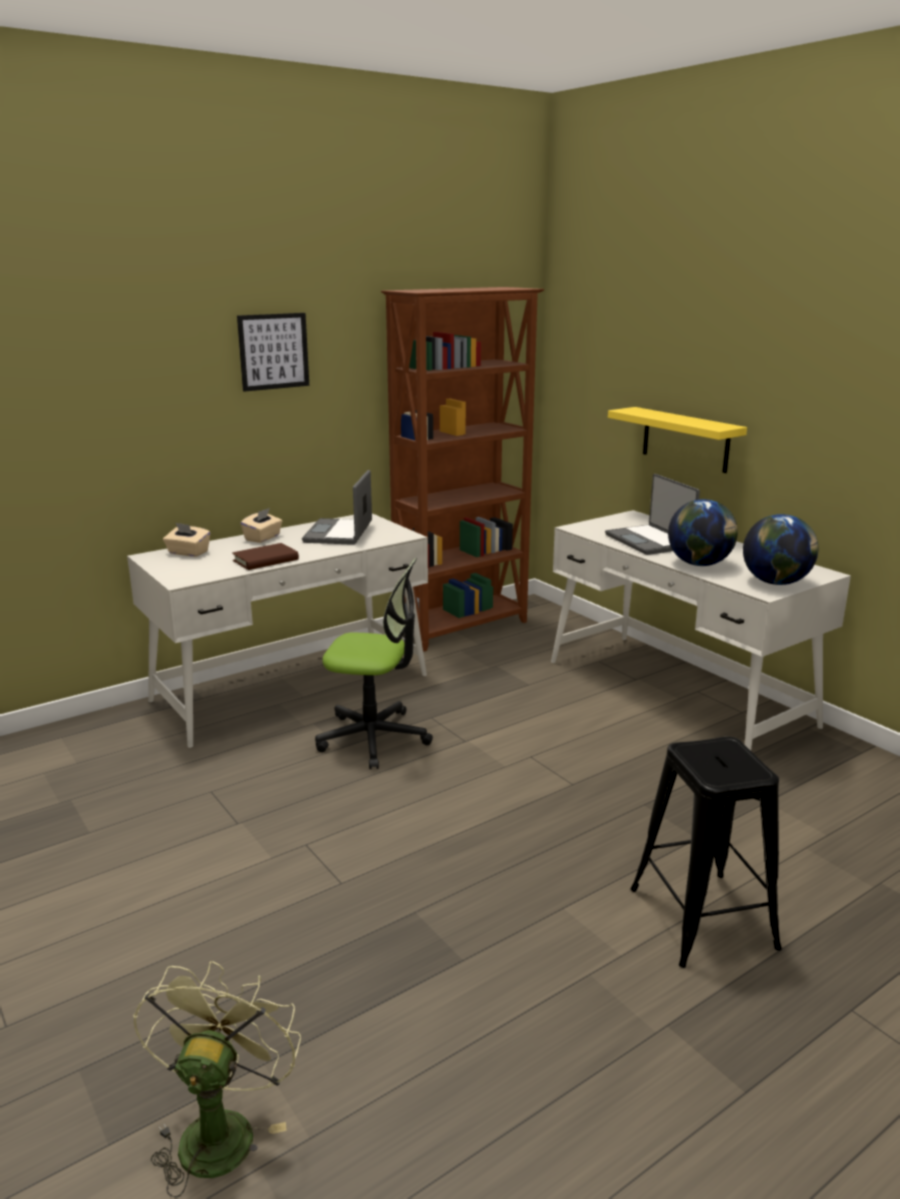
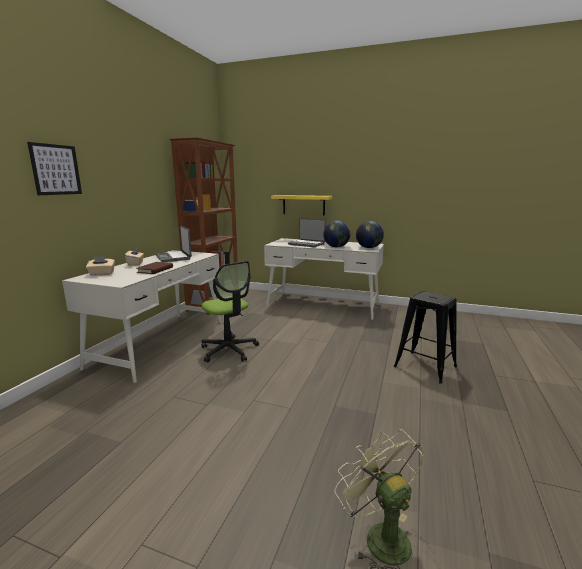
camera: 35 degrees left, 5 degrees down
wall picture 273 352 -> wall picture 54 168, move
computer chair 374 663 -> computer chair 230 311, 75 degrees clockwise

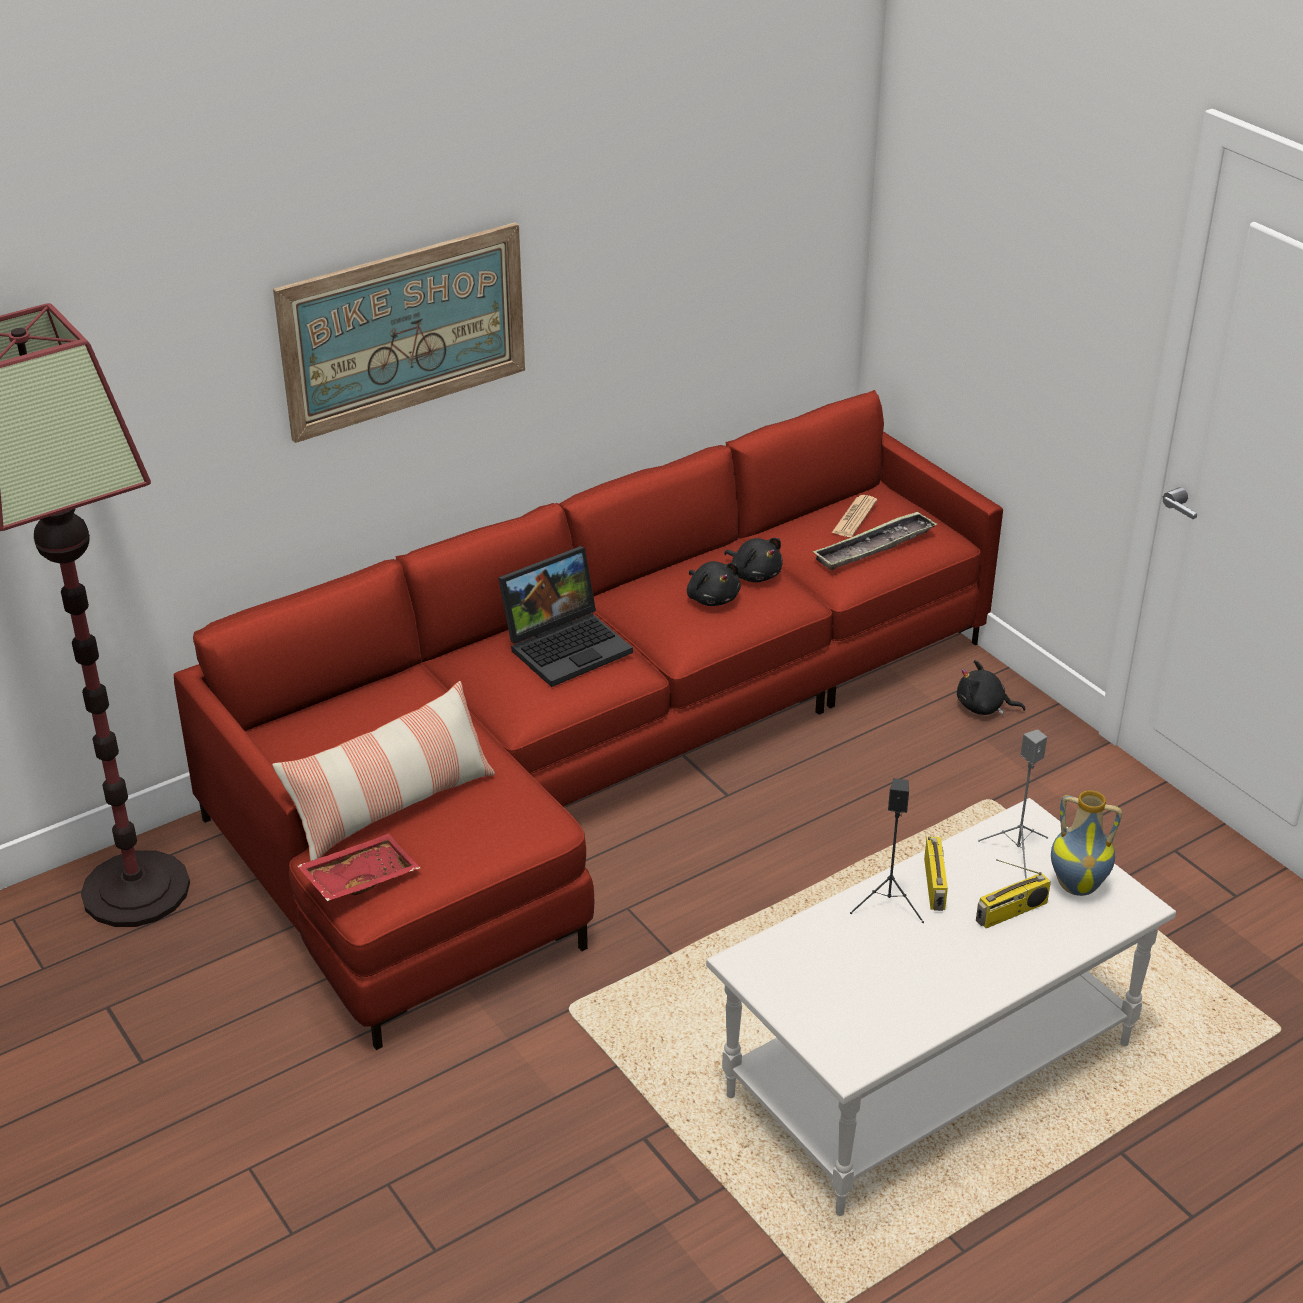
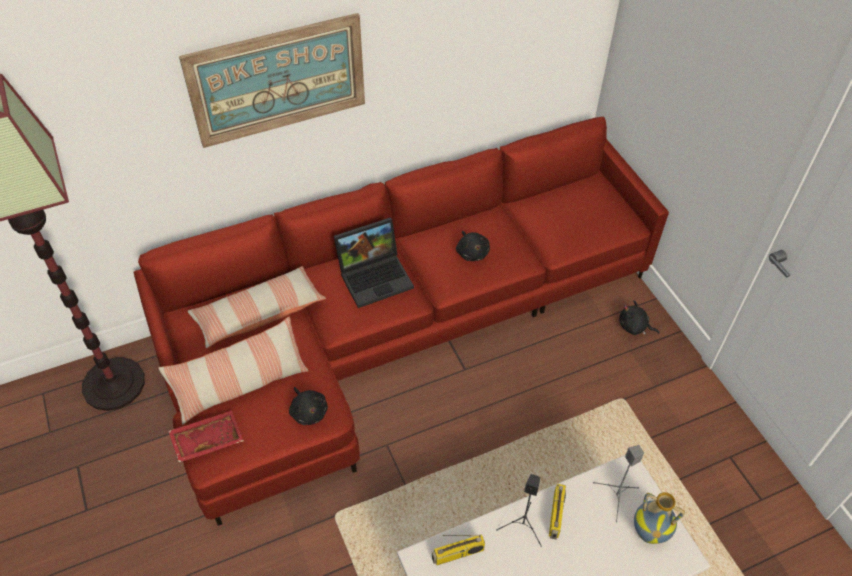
camera: 10 degrees right, 15 degrees up
none -> pillow 256 307
blackish plush toy 753 560 -> blackish plush toy 308 406, move
radio 1013 893 -> radio 458 549, move
serving tray 875 540 -> none
newspaper 854 516 -> none

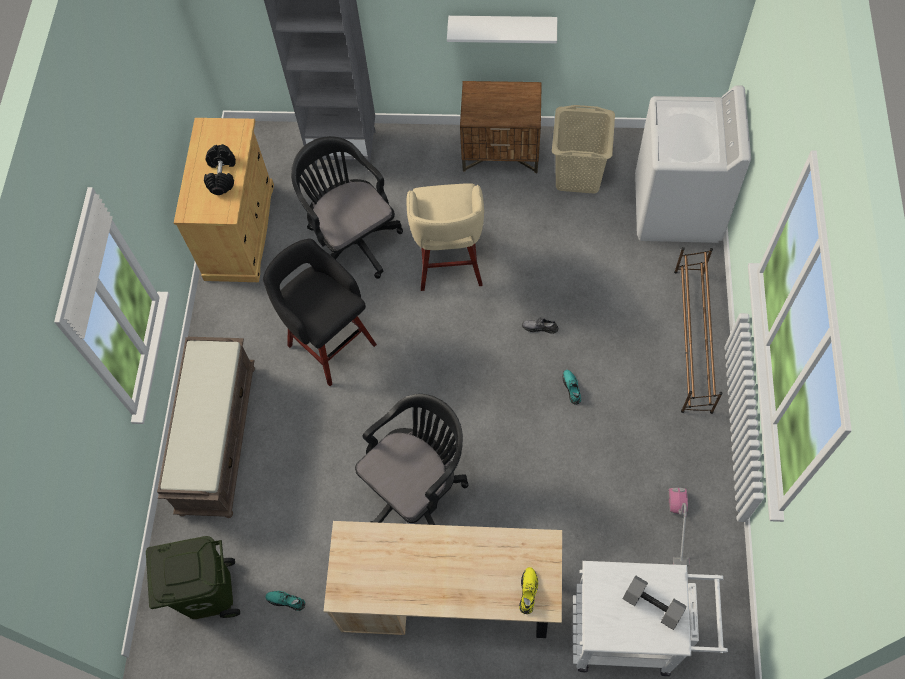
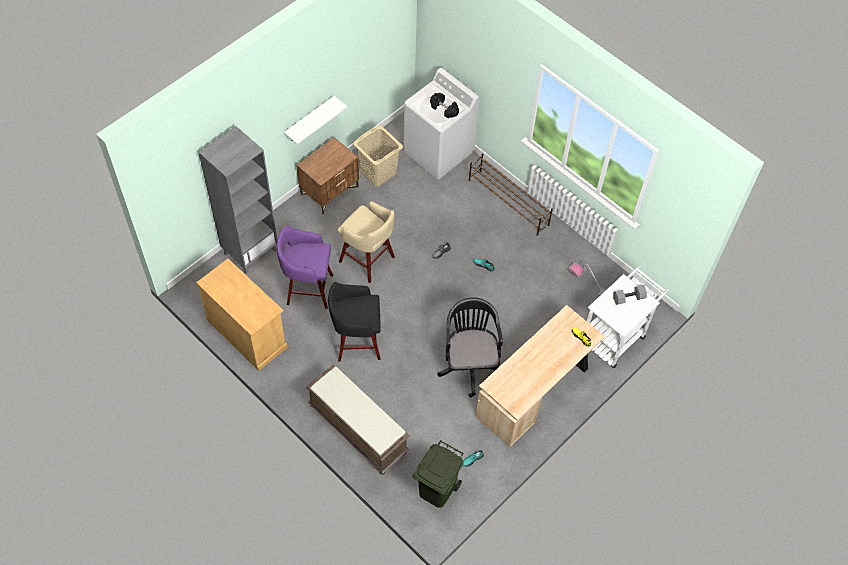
camera: 55 degrees left, 5 degrees down
blackish computer chair 347 207 -> purple-coloured sitting stool 305 267
blackish hand weight 220 169 -> blackish hand weight 444 105, move

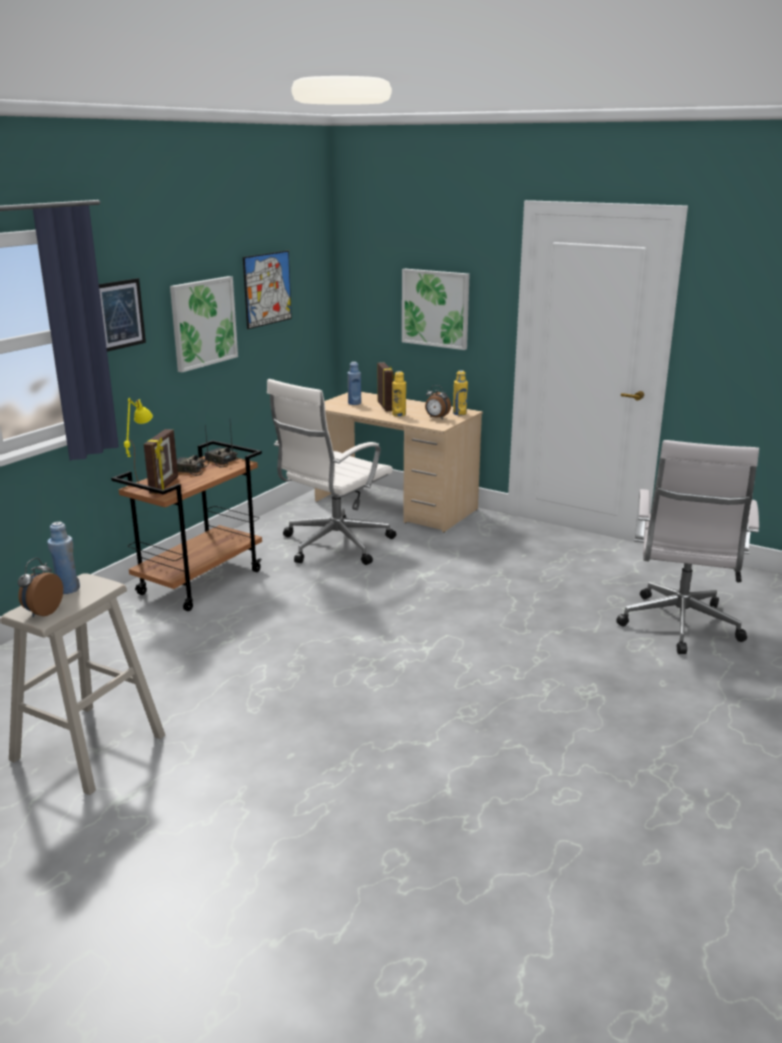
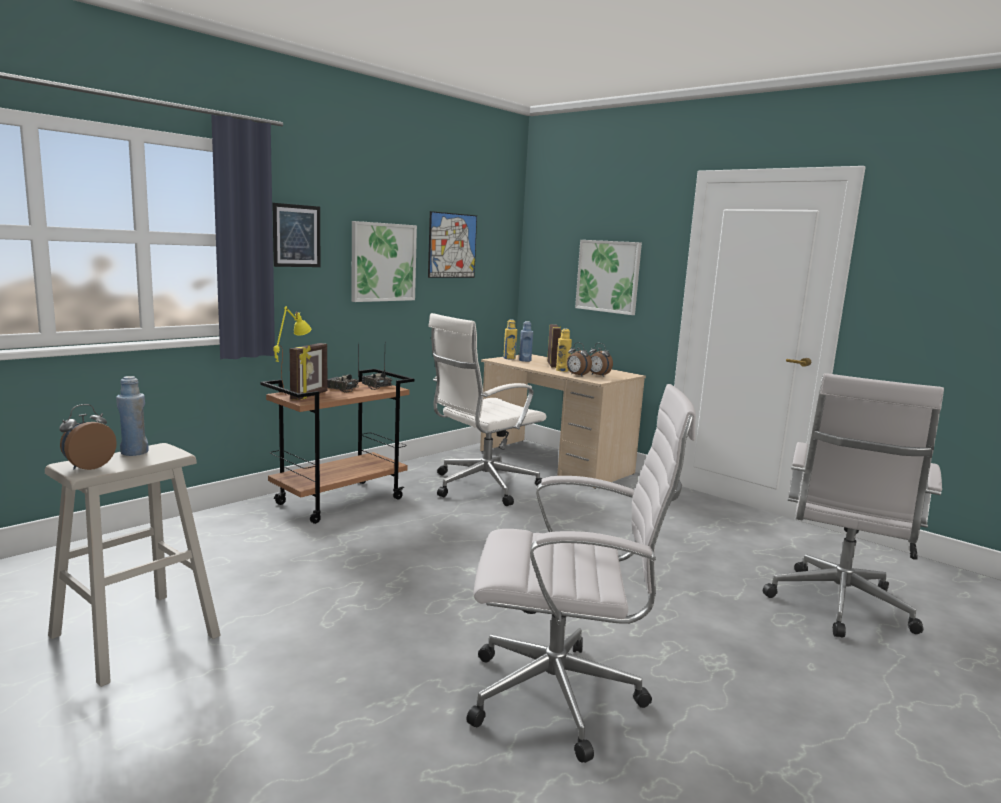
camera: 10 degrees right, 10 degrees down
none -> white computer chair 581 573
yellow-coloured bottle 460 393 -> yellow-coloured bottle 510 340, move
none -> table clock 579 359

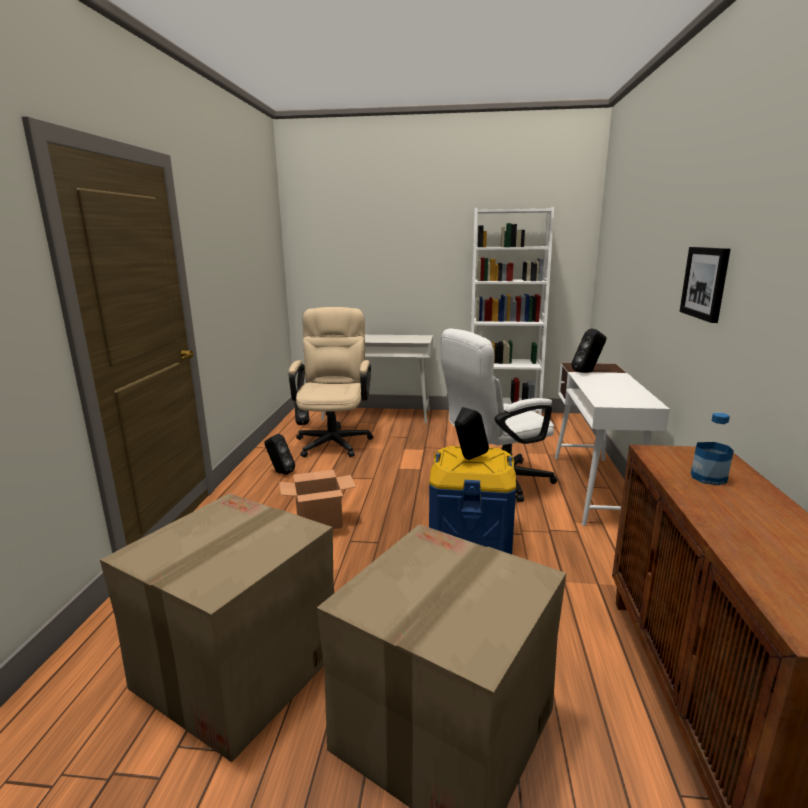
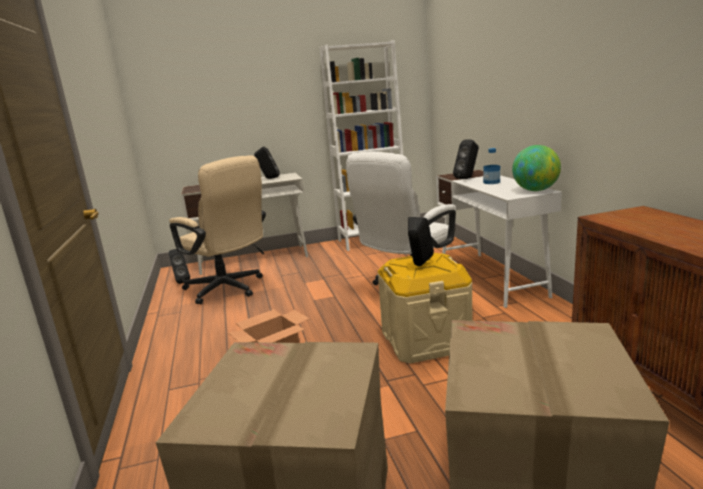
camera: 20 degrees left, 0 degrees up
beige computer chair 331 382 -> beige computer chair 217 229, 150 degrees clockwise
blackish loudspeaker 279 454 -> blackish loudspeaker 267 163, move
bluish storage box 472 500 -> beige storage box 425 308
bottle 712 449 -> bottle 491 166, move
none -> desk globe 536 168
wall picture 704 285 -> none

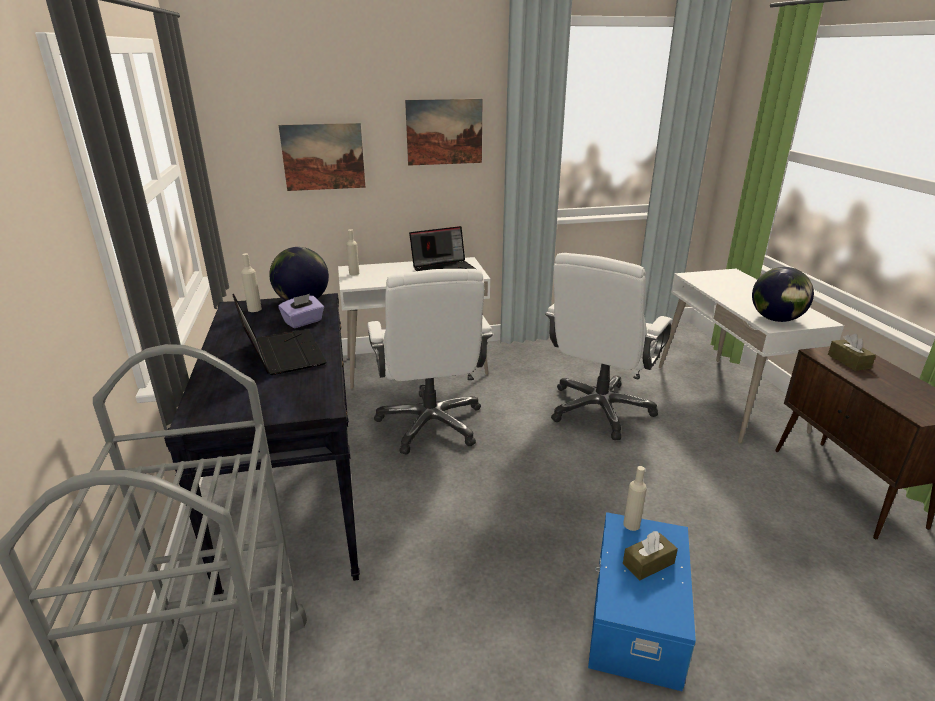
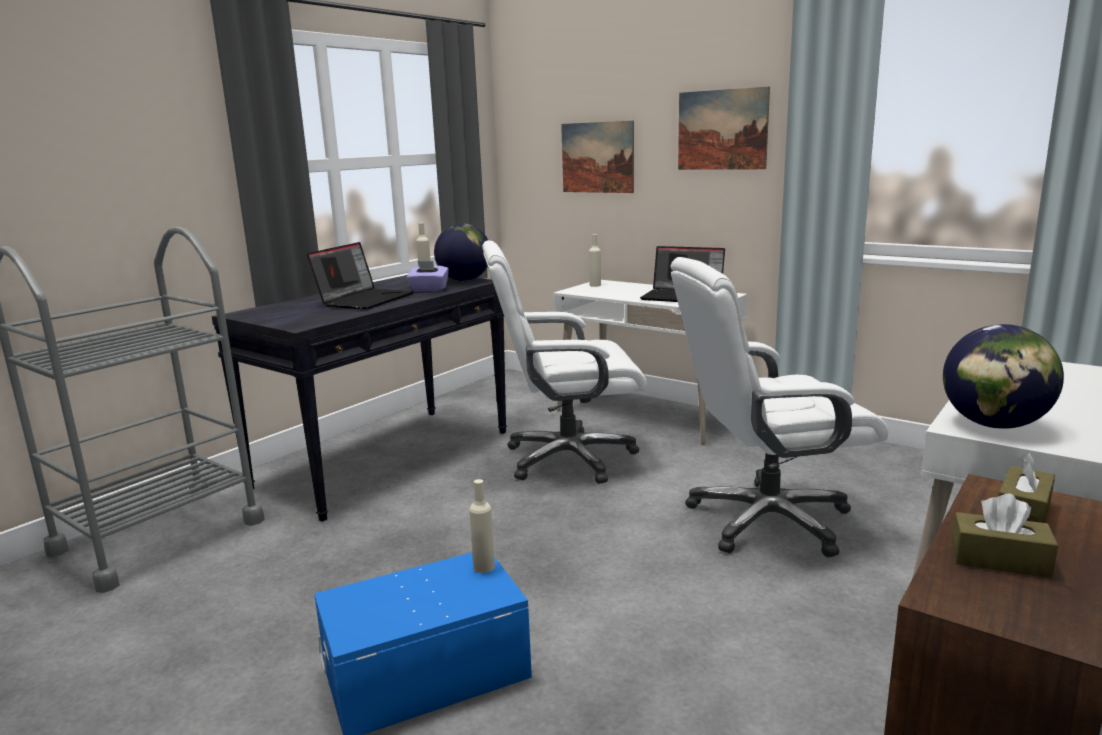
camera: 50 degrees right, 10 degrees down
white computer chair 430 362 -> white computer chair 564 362, 45 degrees clockwise
brown-coloured box of tissues 650 555 -> brown-coloured box of tissues 1005 536, move

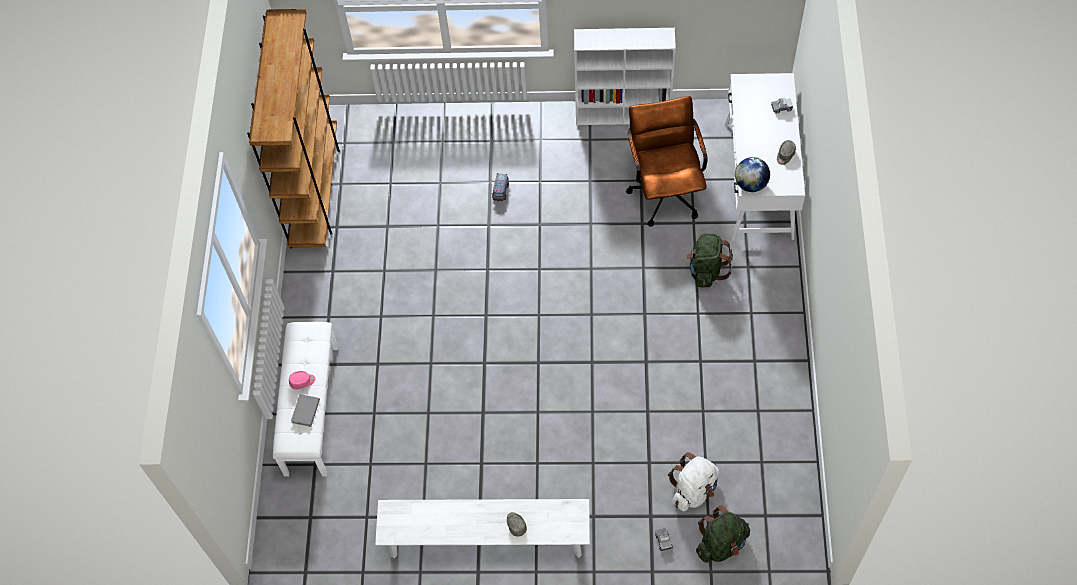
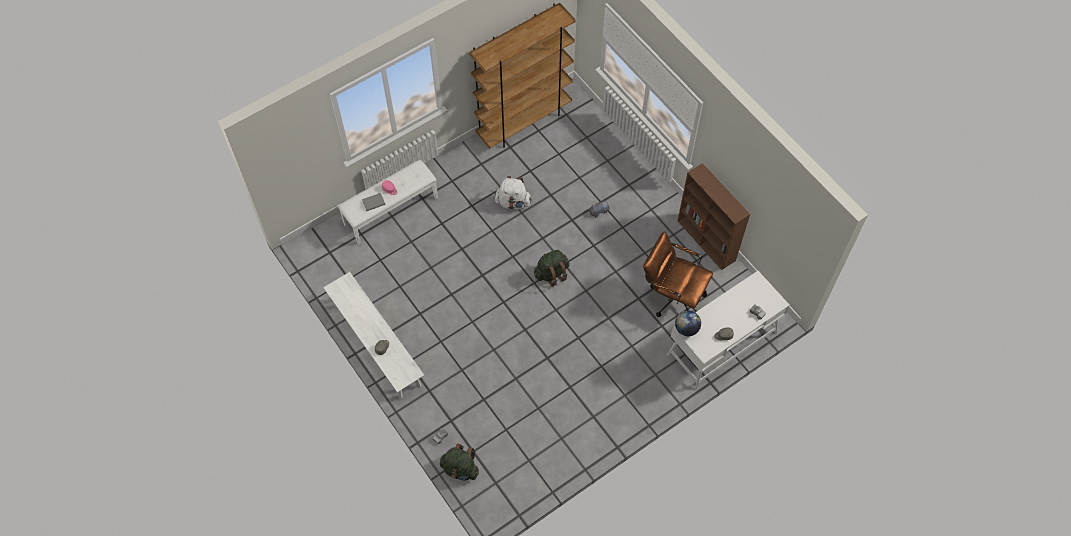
camera: 50 degrees right, 0 degrees up
white knapsack 693 481 -> white knapsack 513 192, move
greenish knapsack 709 260 -> greenish knapsack 551 268, move
brown-coloured computer chair 667 161 -> brown-coloured computer chair 678 274, 105 degrees counterclockwise
white shelving unit 625 76 -> brown-coloured shelving unit 714 216

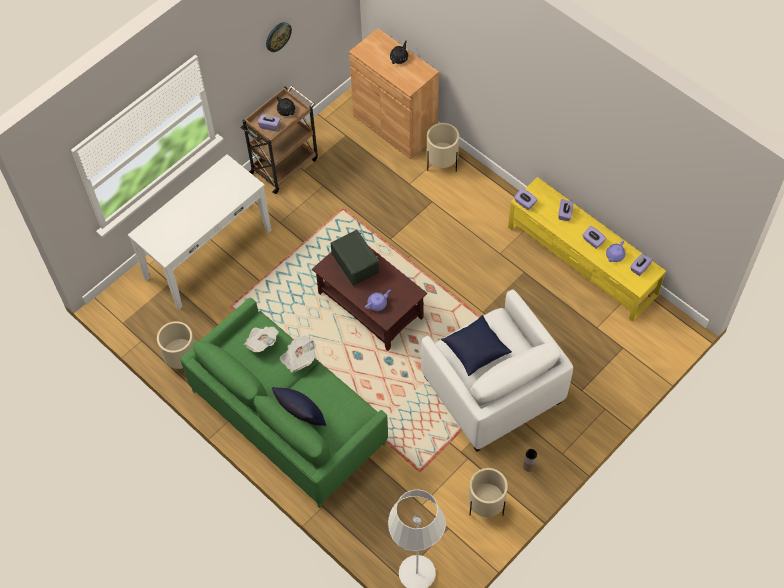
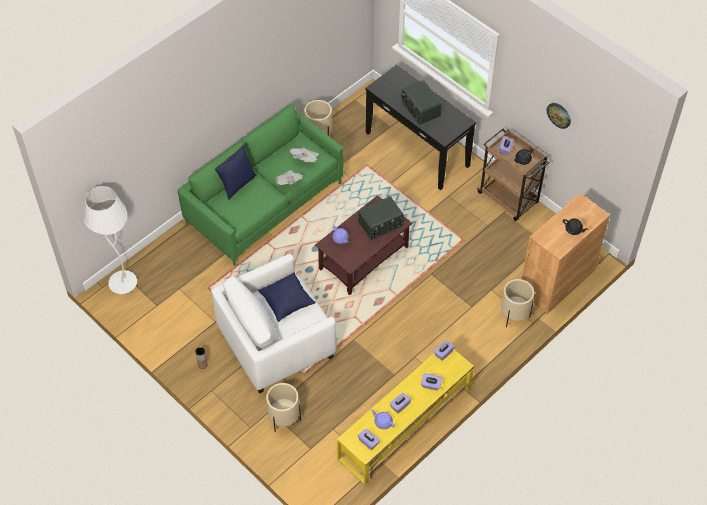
camera: 90 degrees right, 5 degrees down
beige plant pot 488 492 -> beige plant pot 283 407, move
white console table 200 231 -> blackish console table 420 127
none -> radio 421 102

